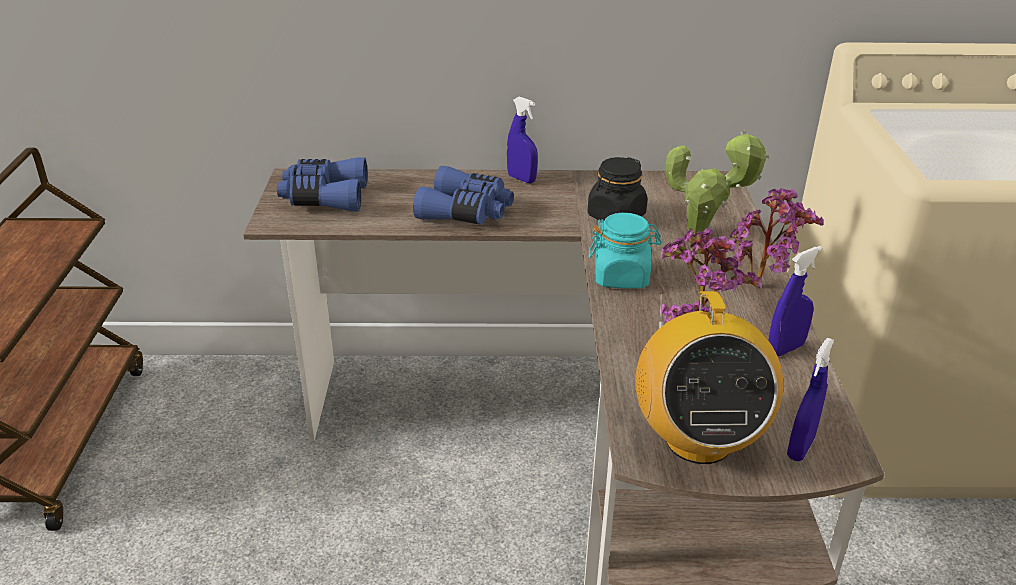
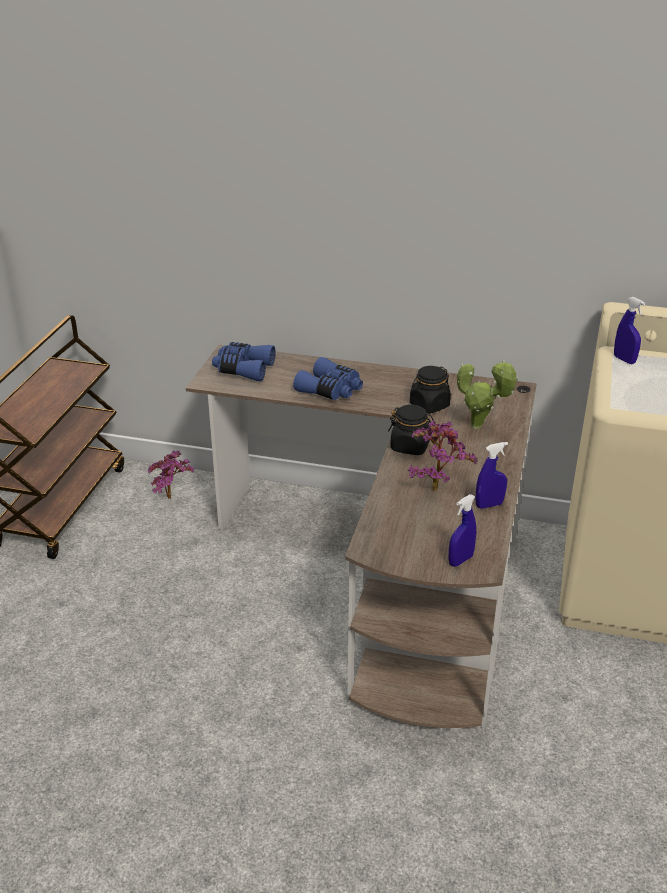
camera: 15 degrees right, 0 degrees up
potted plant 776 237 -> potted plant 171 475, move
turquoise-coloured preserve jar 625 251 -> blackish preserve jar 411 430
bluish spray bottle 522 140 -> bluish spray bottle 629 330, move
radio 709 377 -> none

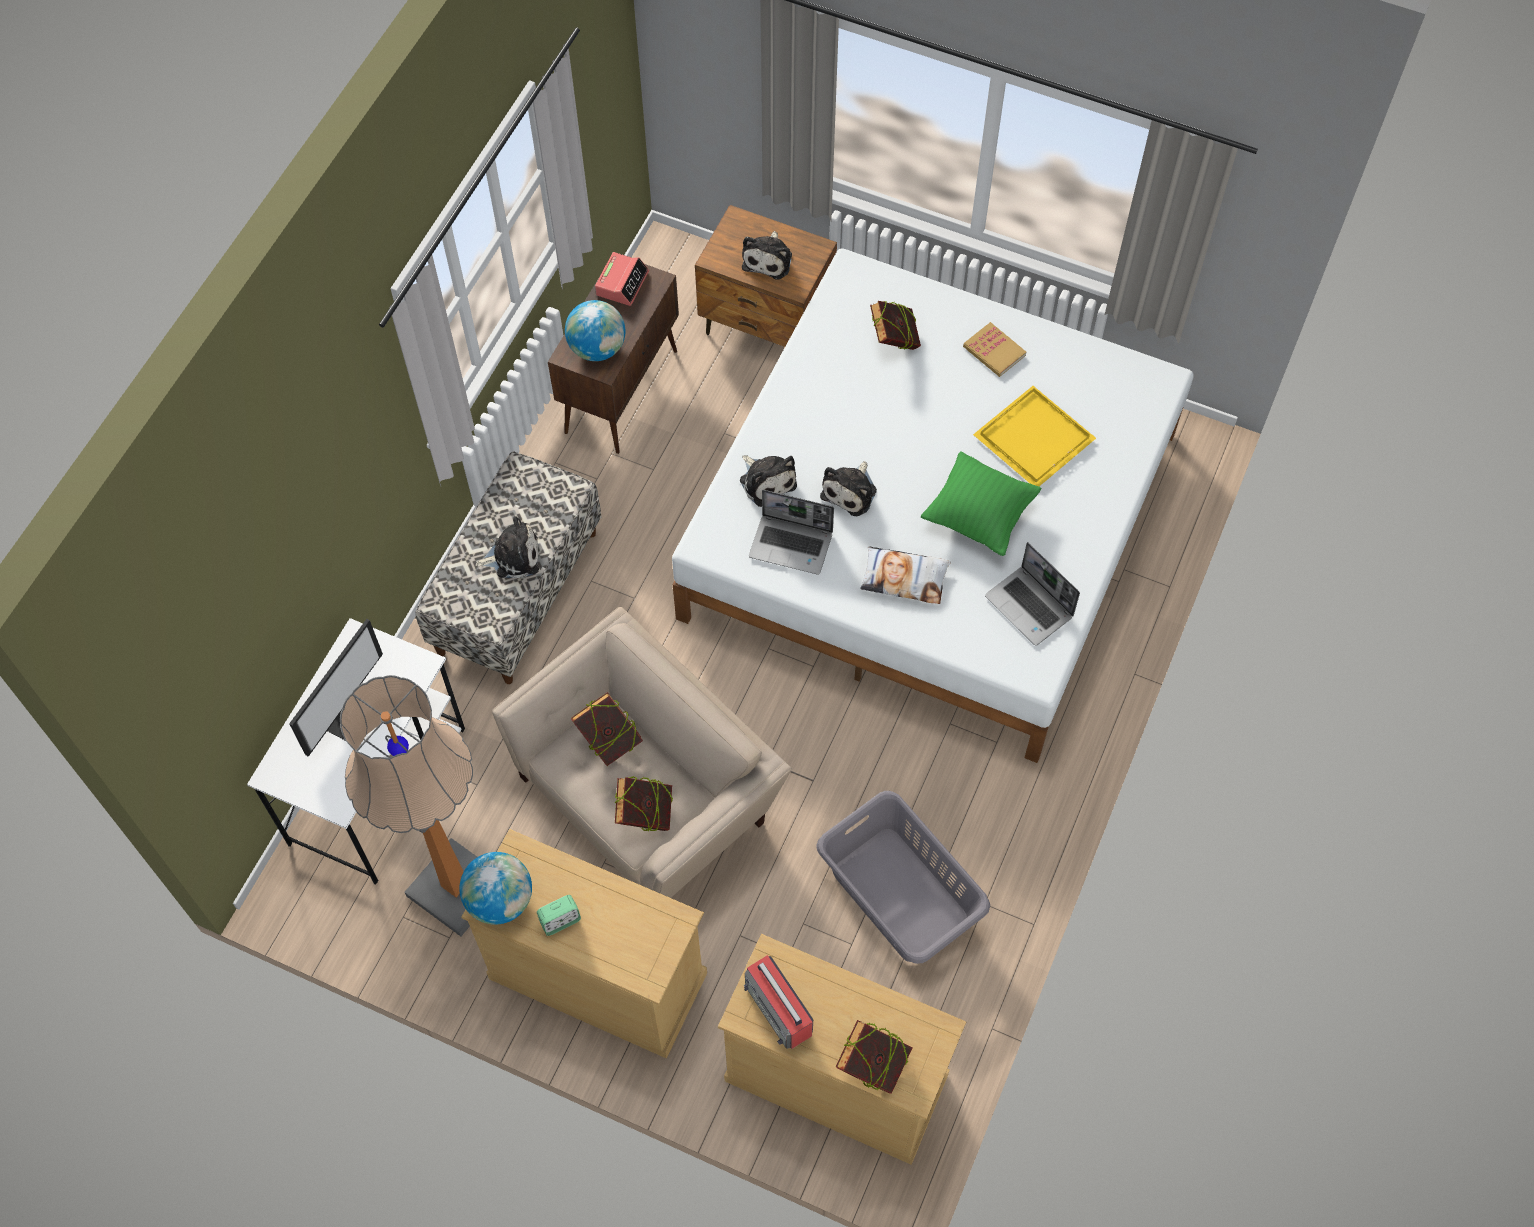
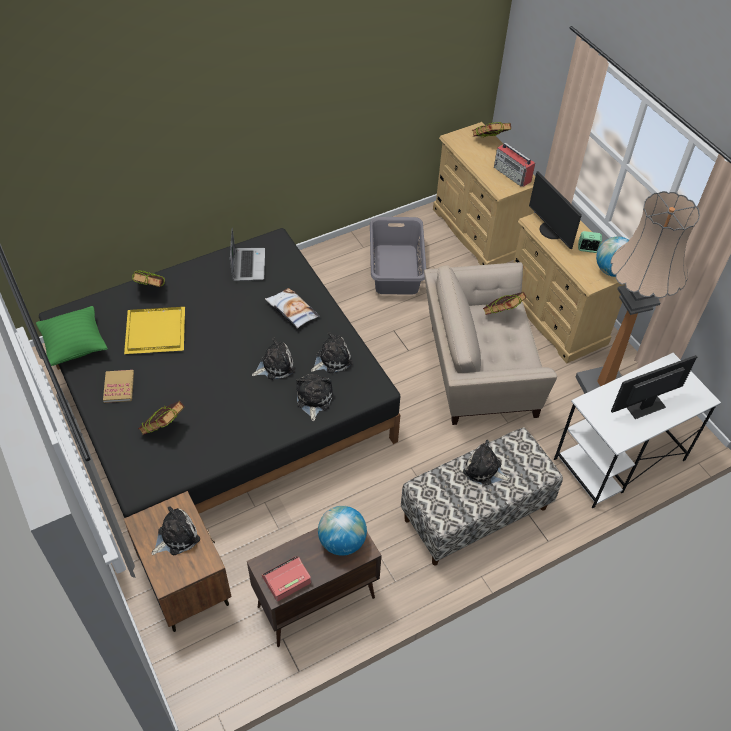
camera: 145 degrees left, 10 degrees down
greenish pillow 981 503 -> greenish pillow 72 336, move
white sleeping bed 933 505 -> blackish sleeping bed 219 393
volume 607 729 -> volume 148 279, move
notebook computer 791 532 -> plush toy 332 353
radio 778 1002 -> radio 514 164, 135 degrees clockwise
none -> computer screen 555 210

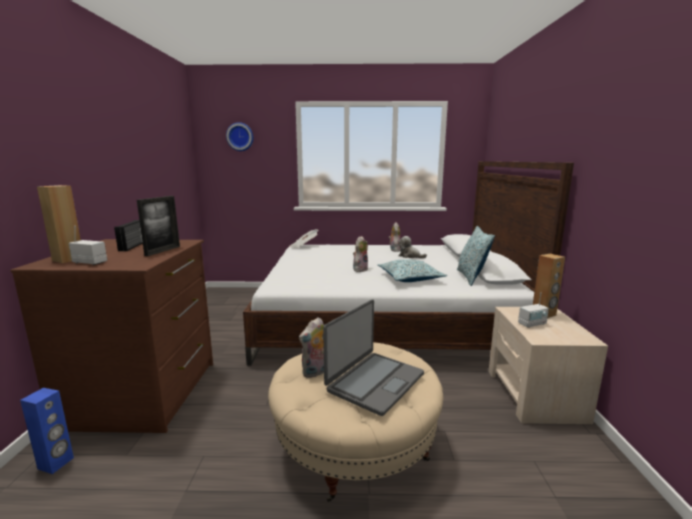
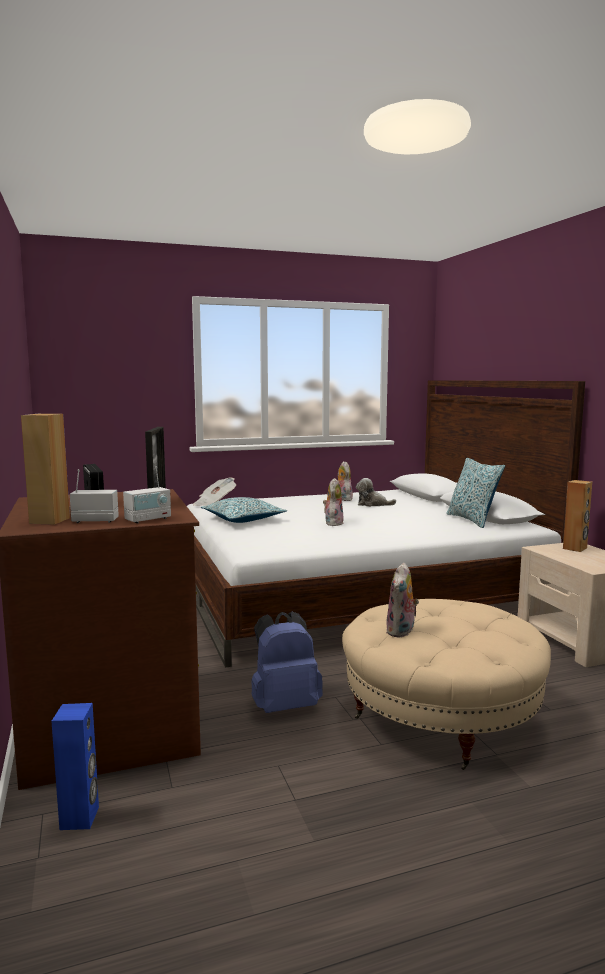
camera: 20 degrees left, 5 degrees down
radio 533 310 -> radio 147 494, move
pillow 412 270 -> pillow 244 510, move
none -> bluish knapsack 287 662
wall clock 239 136 -> none
notebook computer 373 357 -> none

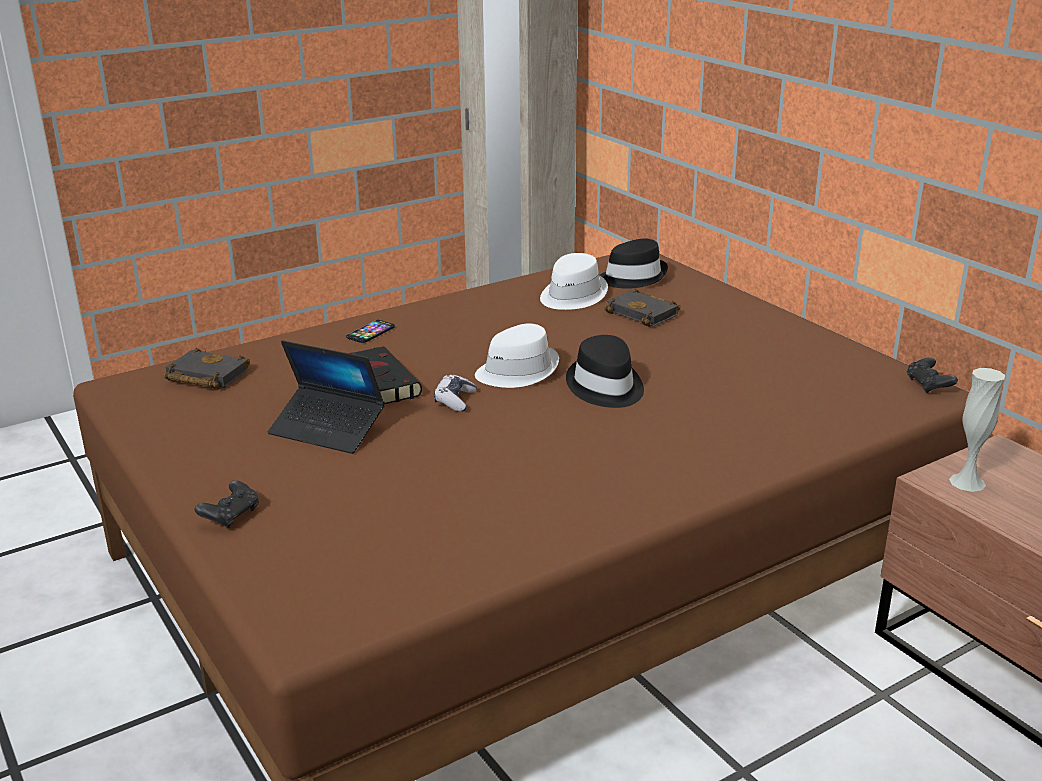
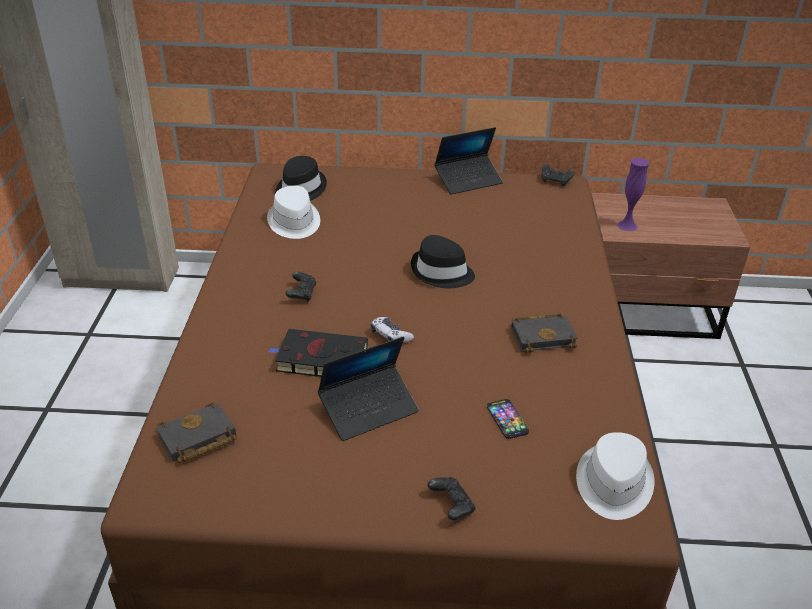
camera: 55 degrees left, 10 degrees up
none -> blackish joypad 300 287
none -> notebook computer 468 161
handset 370 331 -> handset 508 419, move
blackish volume 642 308 -> blackish volume 544 333, move
white hat 517 355 -> white hat 615 476, move
white vase 977 430 -> purple-coloured vase 633 194

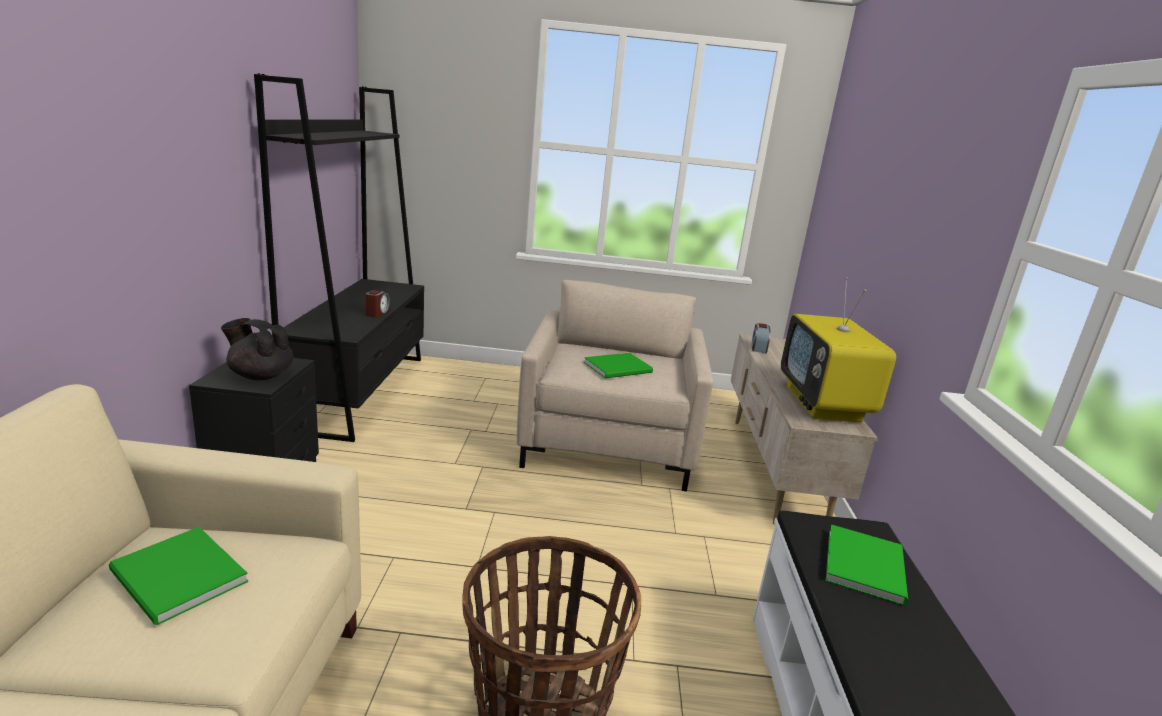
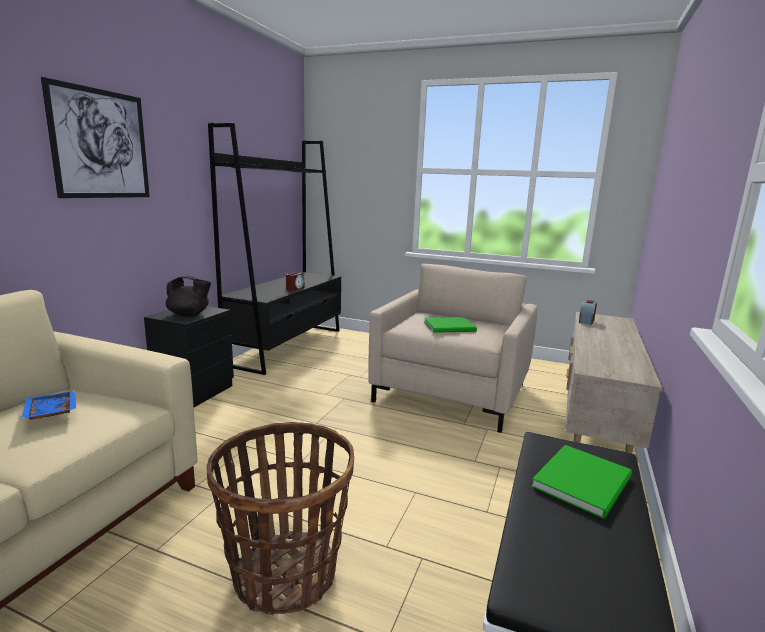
camera: 20 degrees right, 5 degrees down
greenish volume 178 576 -> bluish serving tray 48 405
none -> wall picture 95 137
blackish teapot 257 349 -> blackish teapot 188 296, 150 degrees clockwise
television 838 349 -> none

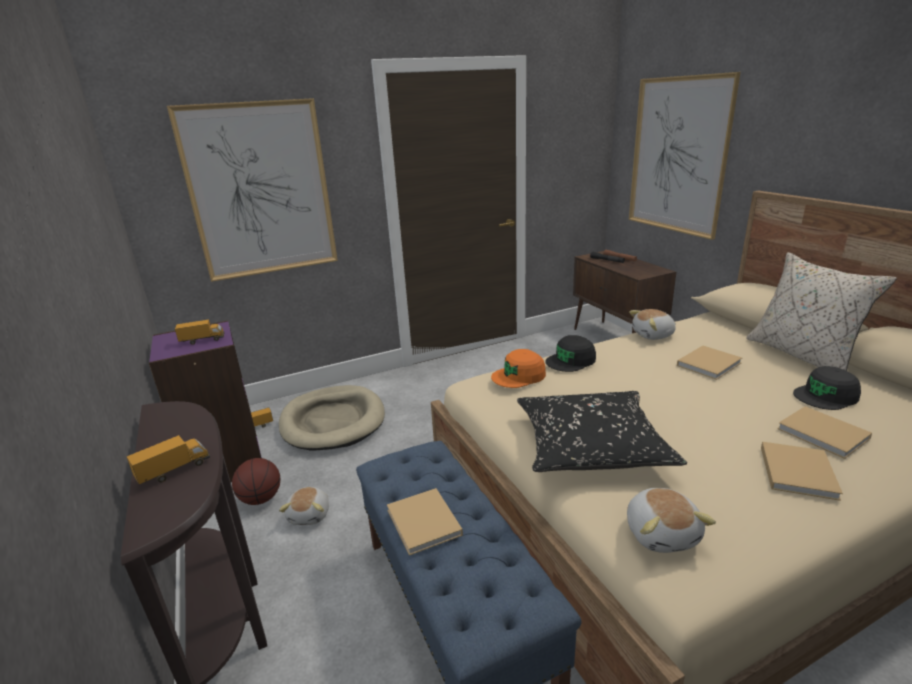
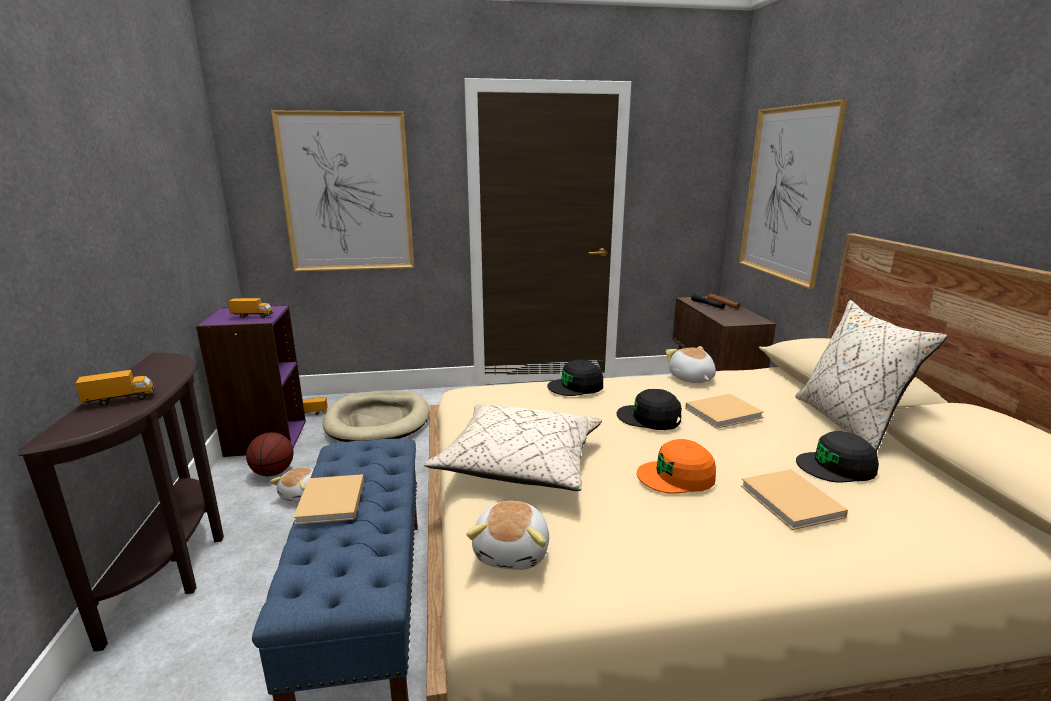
camera: 15 degrees right, 5 degrees down
blackish pillow 602 431 -> beige pillow 513 448
none -> blackish peaked cap 649 409
orange peaked cap 518 368 -> orange peaked cap 676 466, move
plush toy 652 324 -> plush toy 691 364, 75 degrees clockwise
beige volume 802 471 -> none

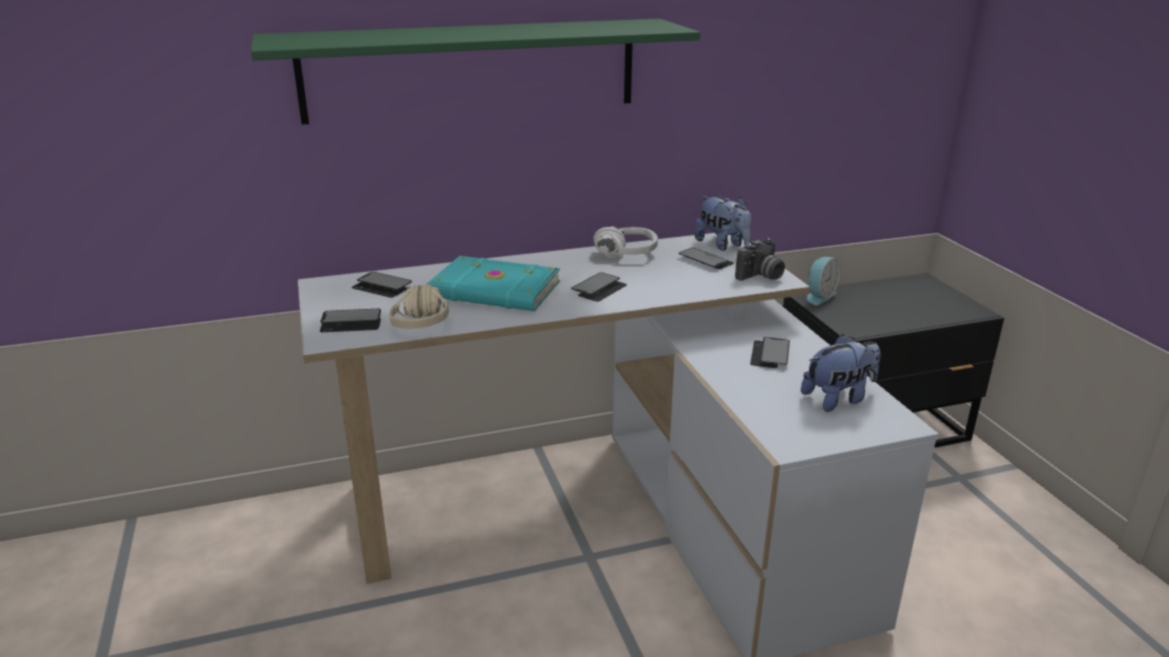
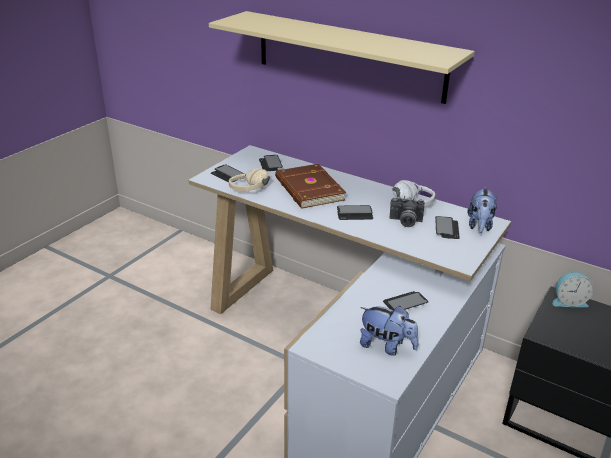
camera: 50 degrees right, 5 degrees up
greenish bracket shelf 475 72 -> beige bracket shelf 342 57
turquoise-coloured volume 493 283 -> brown-coloured volume 310 186
photo camera 760 259 -> photo camera 407 212, move

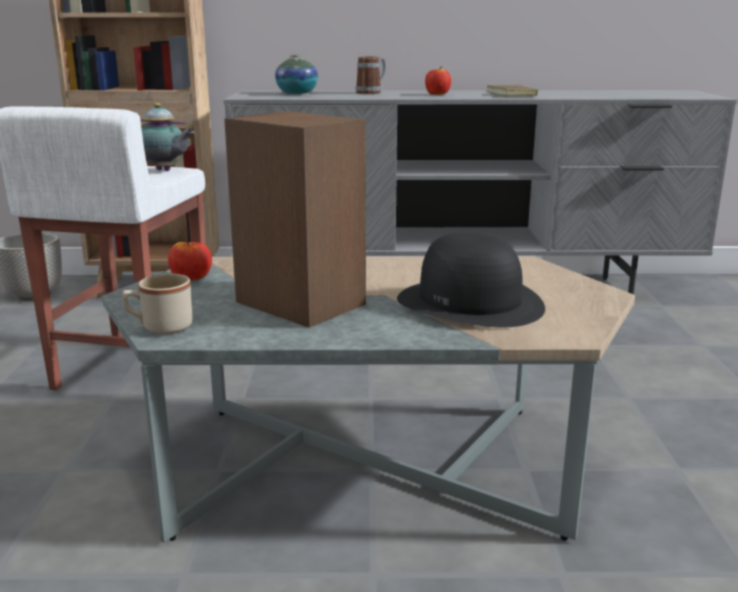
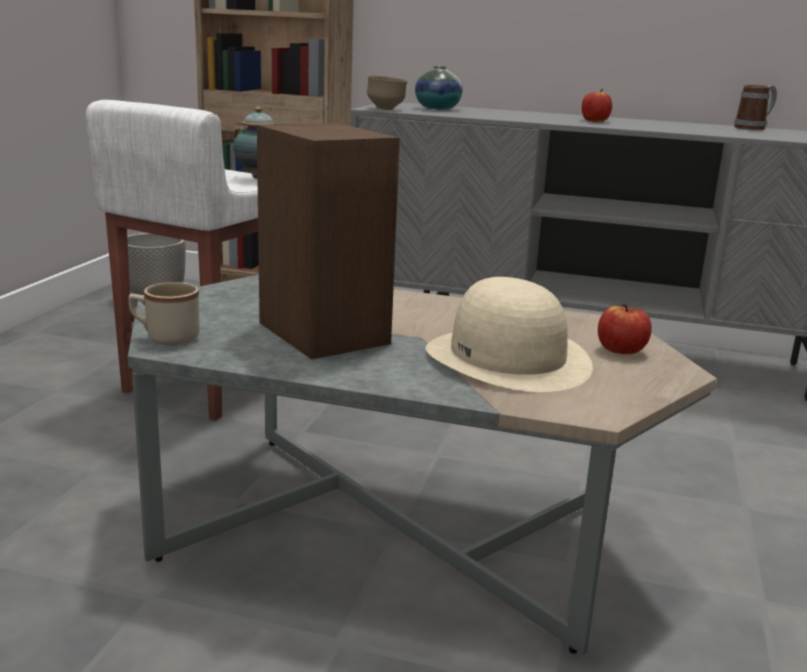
camera: 15 degrees right, 0 degrees up
none -> brown-coloured serving bowl 387 93
blackish hat 471 280 -> beige hat 509 334
apple 190 260 -> apple 625 329, move
tea mug 371 75 -> tea mug 755 107, move
brown-coloured volume 512 90 -> none

